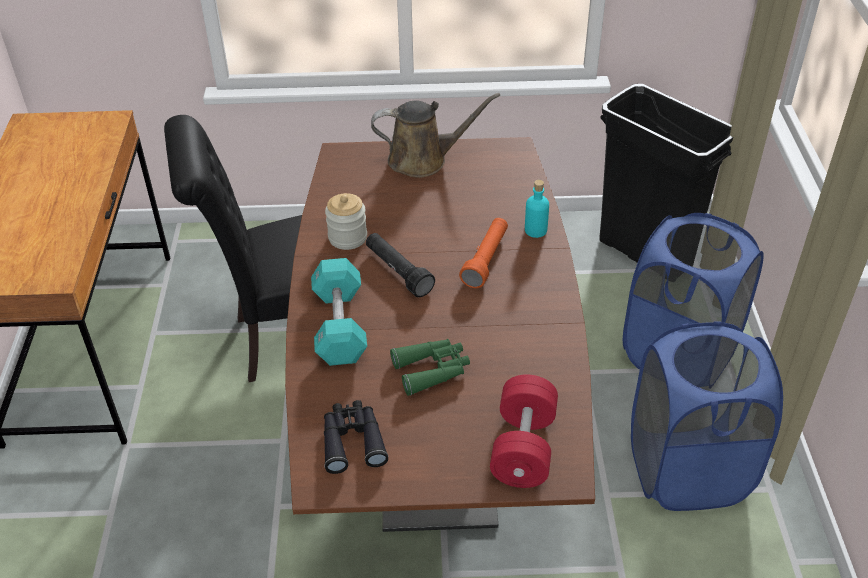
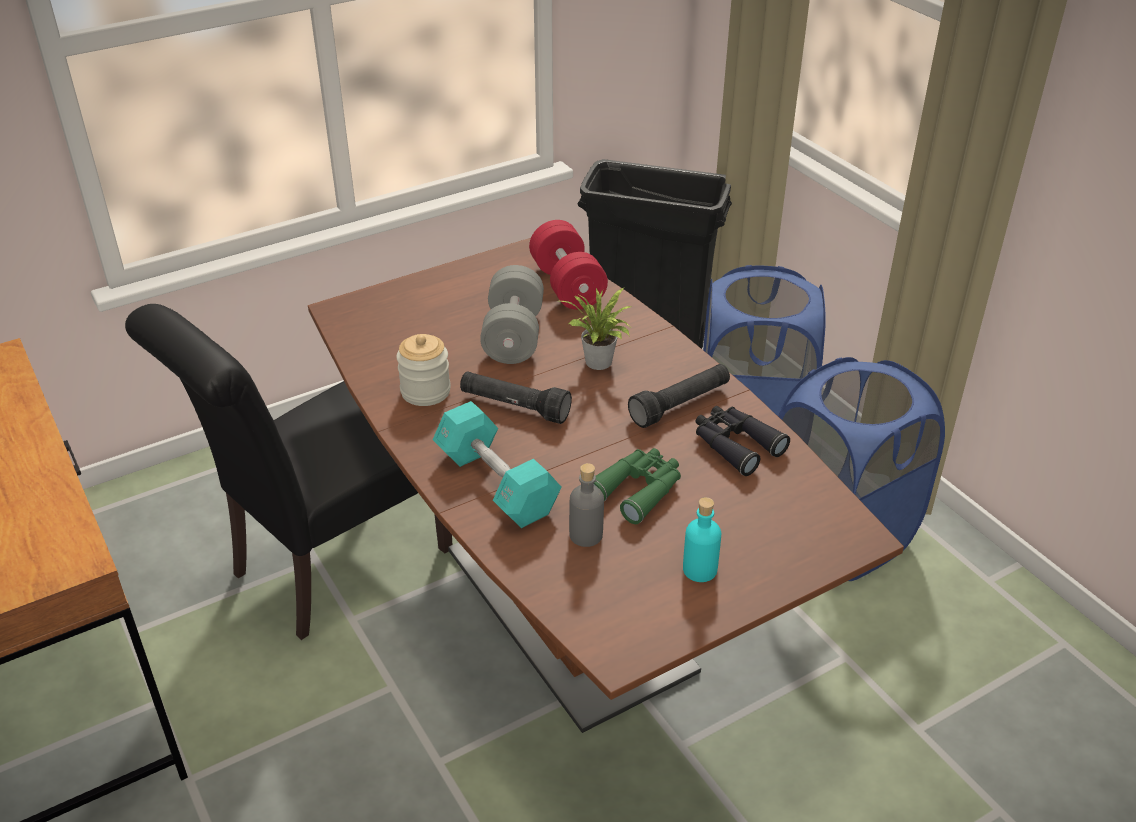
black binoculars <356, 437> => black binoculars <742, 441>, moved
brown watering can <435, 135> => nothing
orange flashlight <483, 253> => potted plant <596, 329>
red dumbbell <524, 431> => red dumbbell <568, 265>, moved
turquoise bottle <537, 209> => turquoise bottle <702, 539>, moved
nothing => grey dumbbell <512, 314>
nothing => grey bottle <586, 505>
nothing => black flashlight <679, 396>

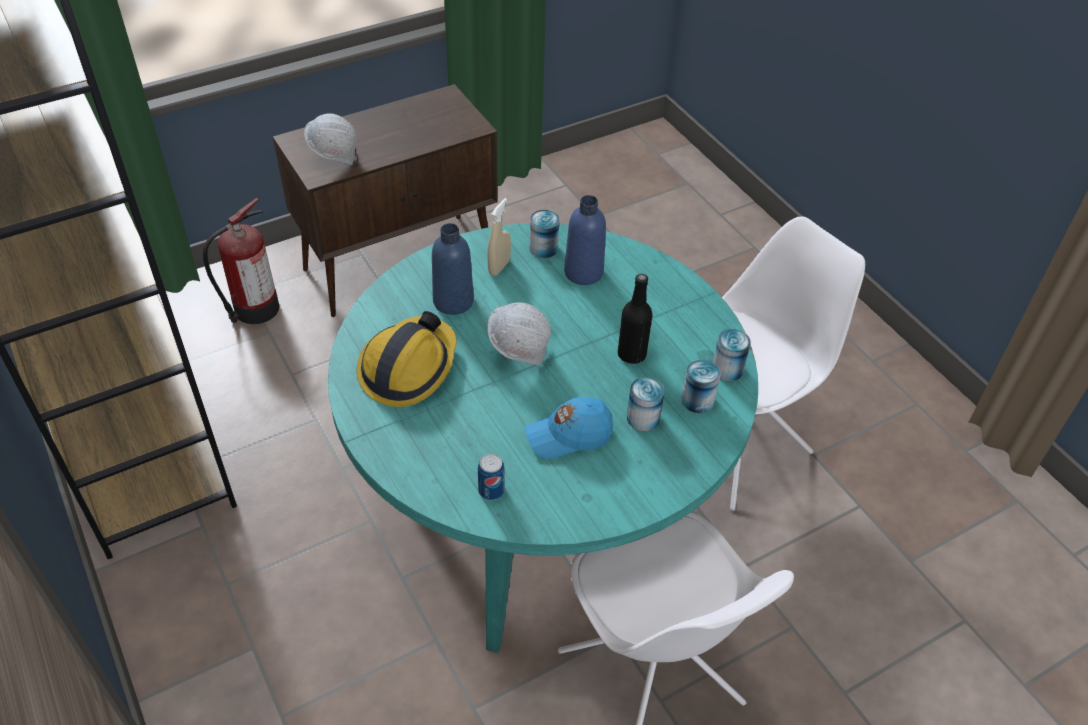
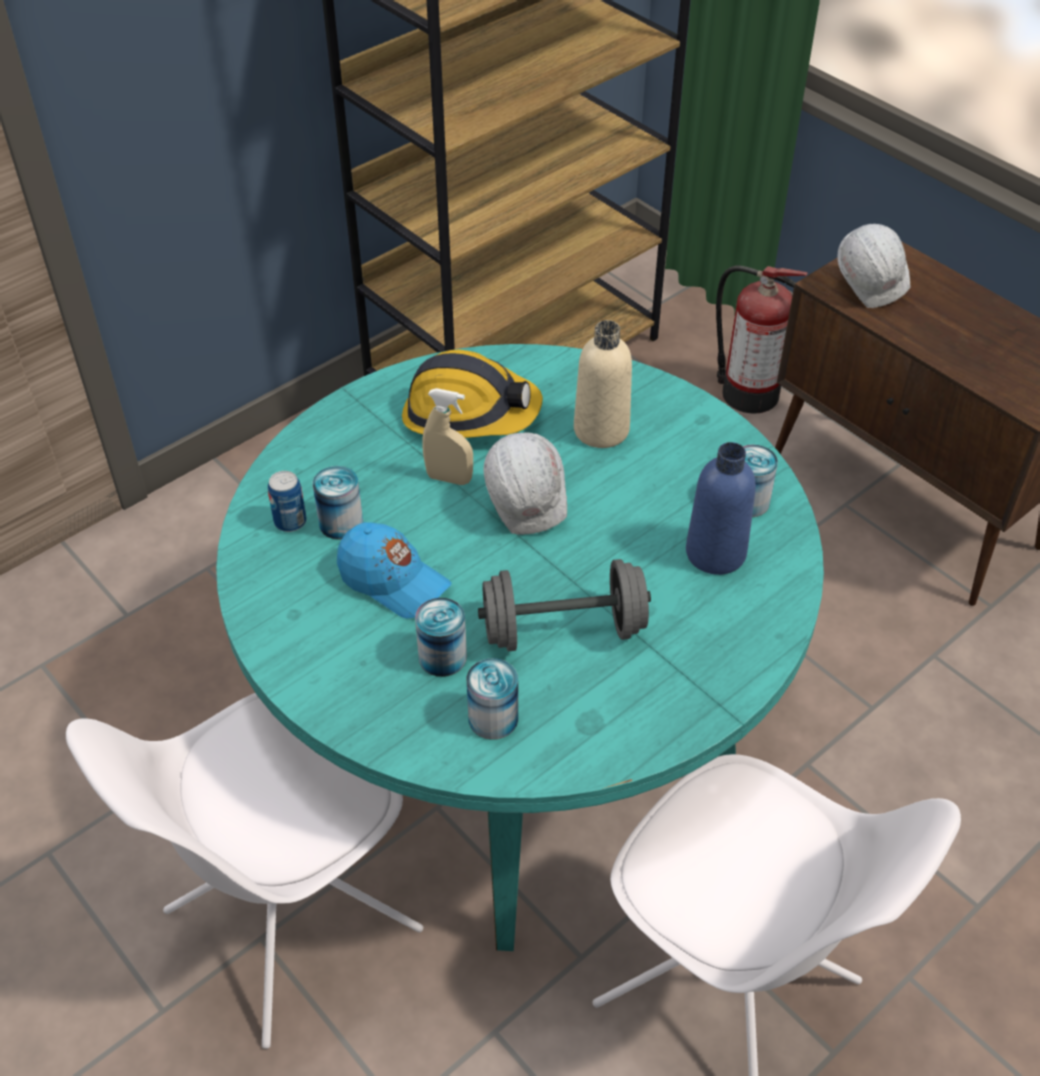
blue bottle <453, 269> => beige bottle <603, 384>
beige spray bottle <499, 237> => beige spray bottle <448, 436>, moved
blue cap <569, 428> => blue cap <394, 570>, 150 degrees clockwise
black bottle <635, 319> => grey dumbbell <564, 605>
can <732, 355> => can <338, 503>, moved

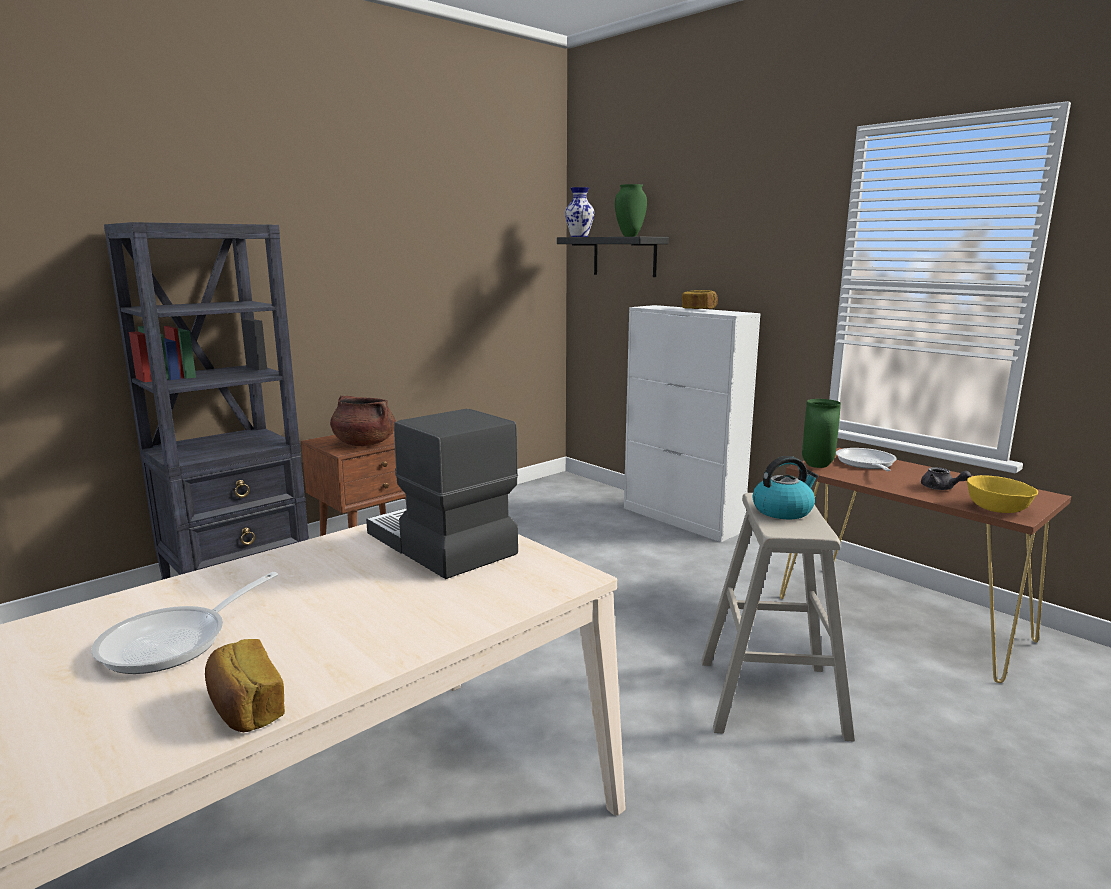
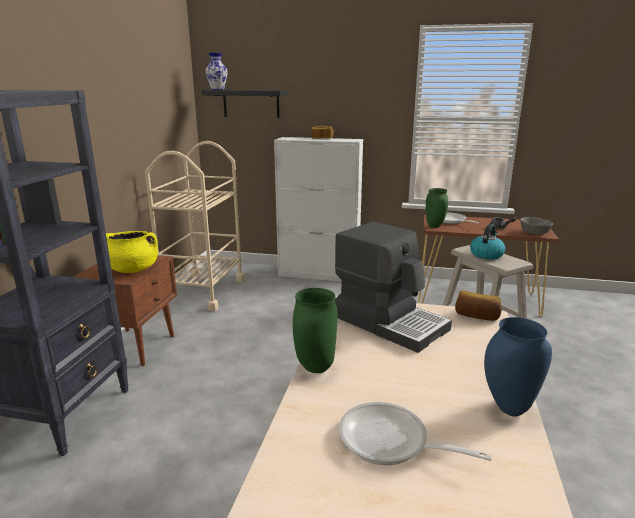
frying pan <184, 623> => frying pan <415, 433>, 120 degrees clockwise
bread <245, 685> => bread <478, 305>, moved
brown cooking pot <363, 421> => yellow cooking pot <132, 252>
coffee machine <442, 494> => coffee machine <393, 287>, 150 degrees counterclockwise
green vase <631, 210> => green vase <315, 330>, moved
yellow bowl <1002, 494> => grey bowl <536, 226>
nothing => beige cart <195, 226>
nothing => blue vase <518, 367>

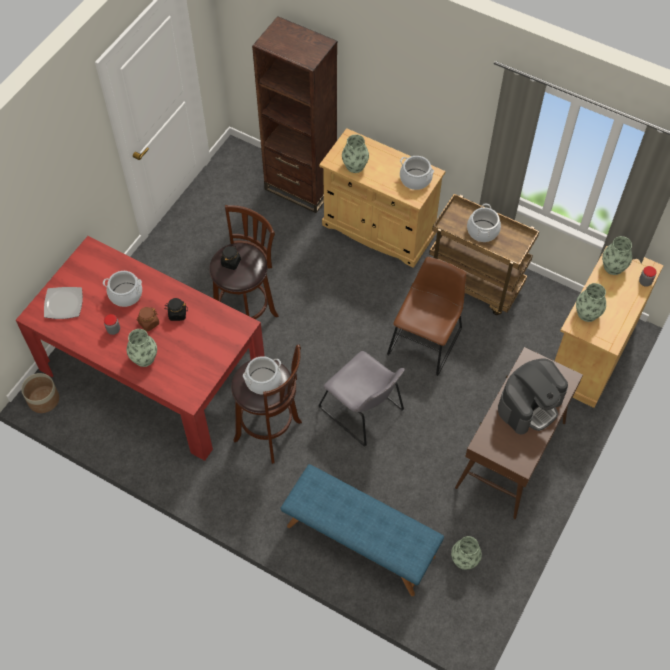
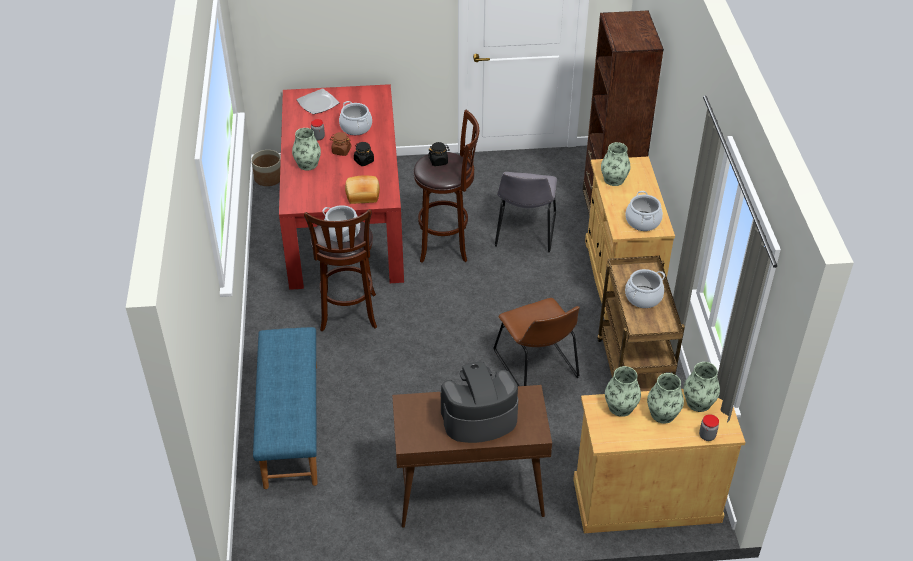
grey chair <361, 399> => grey chair <526, 212>, moved
brown chair <426, 316> => brown chair <536, 342>, 75 degrees clockwise
vase <466, 553> => vase <665, 398>, moved
coffee machine <533, 397> => coffee machine <479, 402>, 150 degrees clockwise
nothing => bread <362, 189>

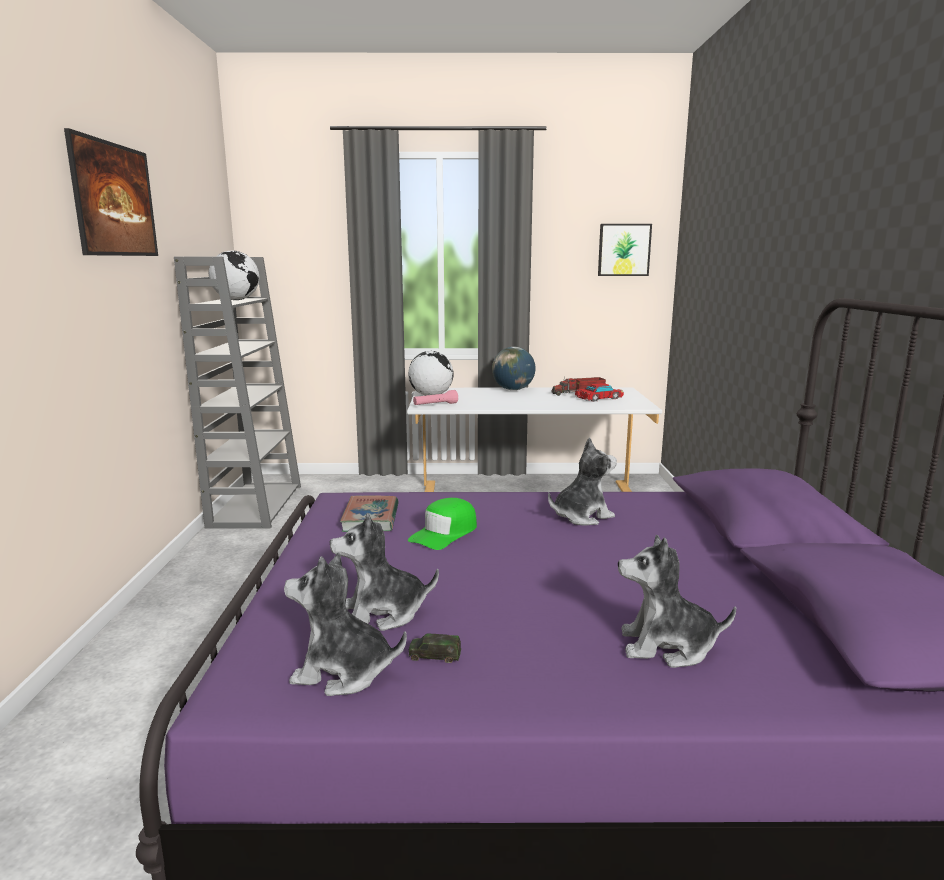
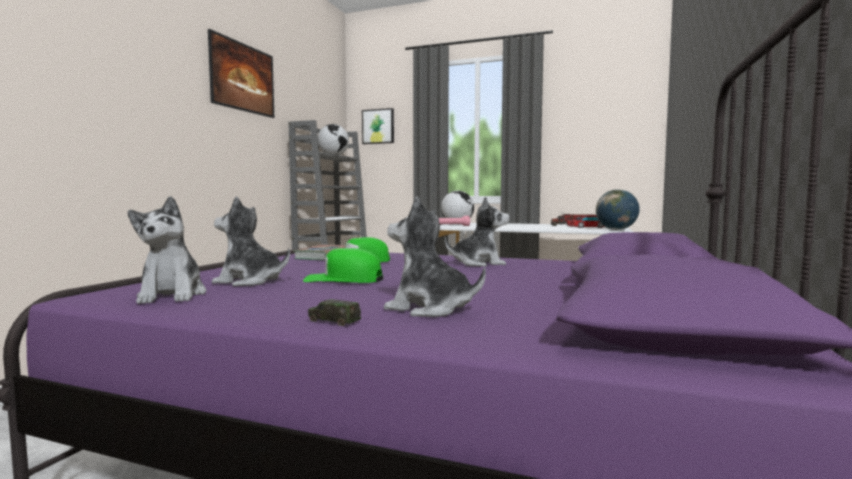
plush toy <345, 624> => plush toy <167, 250>, 135 degrees counterclockwise
toy car <435, 648> => toy car <334, 312>, moved
globe <514, 368> => globe <618, 209>, moved
picture <625, 250> => picture <378, 126>, moved
nothing => green cap <343, 265>

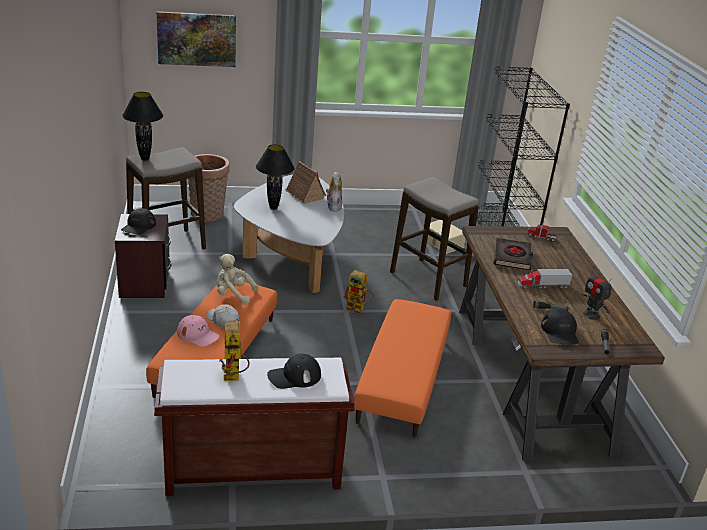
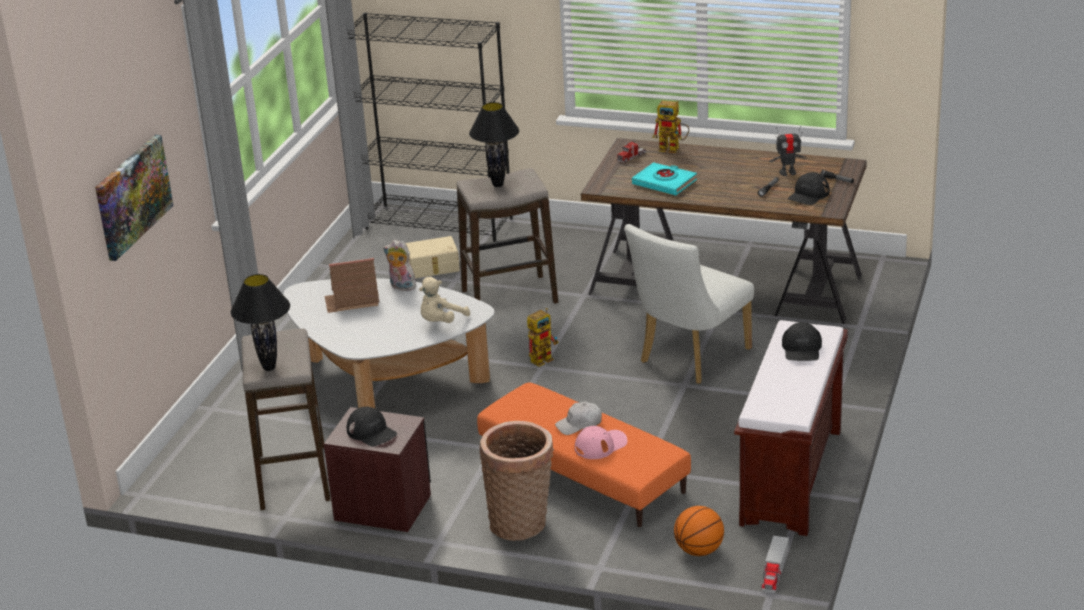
basket <208, 188> => basket <517, 481>, moved
beige plush toy <237, 279> => beige plush toy <444, 300>, moved
toy robot <234, 351> => toy robot <671, 126>, moved
black table lamp <275, 177> => black table lamp <494, 144>, moved
orange ottoman <402, 368> => white chair <689, 304>
black book <513, 254> => turquoise book <664, 178>
toy truck <545, 279> => toy truck <775, 564>, moved
black cap <560, 326> => black cap <809, 188>, 105 degrees clockwise
nothing => basketball <699, 531>

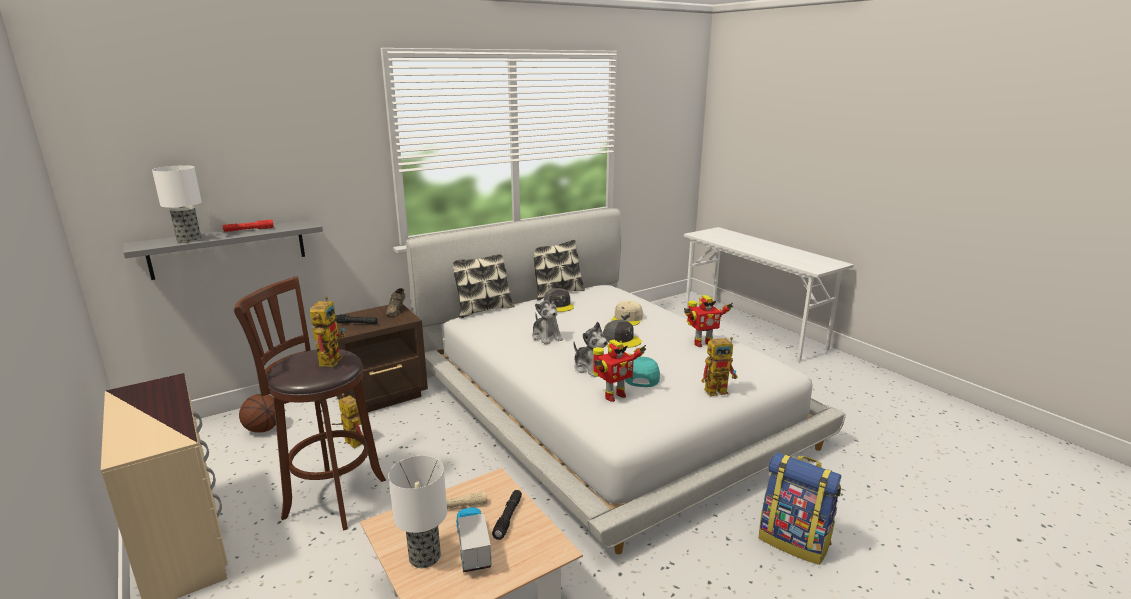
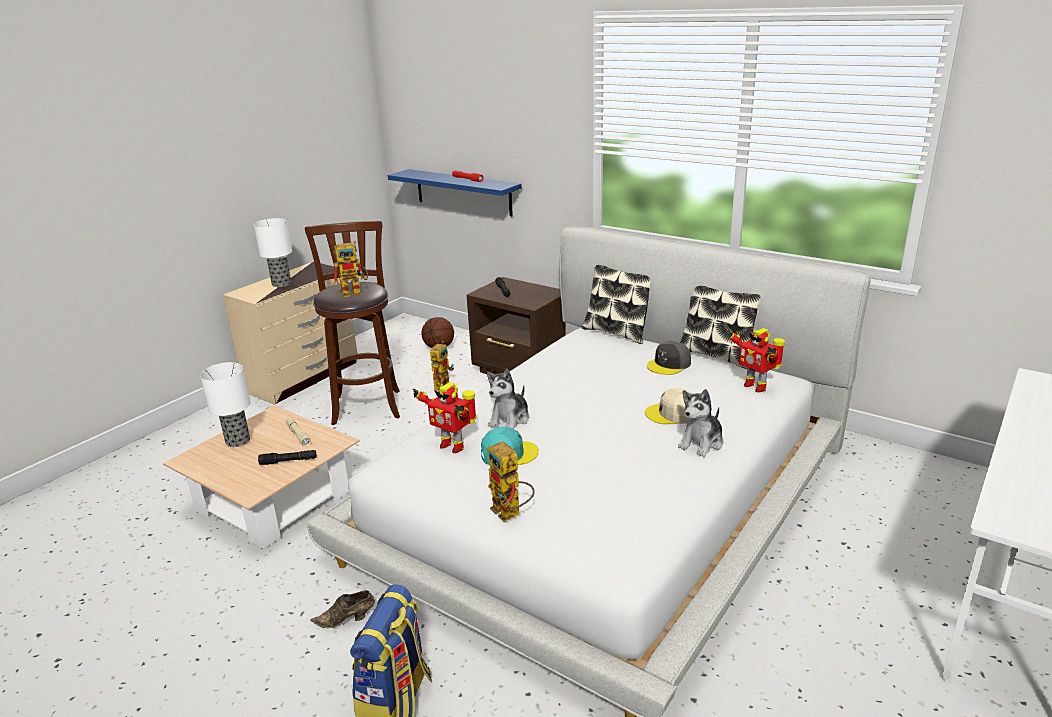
grey shelf <223, 250> => blue shelf <455, 192>
table lamp <177, 204> => table lamp <272, 252>, moved
brown shoe <395, 302> => brown shoe <342, 609>, moved
toy truck <474, 539> => nothing
plush toy <547, 320> => plush toy <700, 423>, moved
grey cap <622, 333> => nothing
toy robot <708, 321> => toy robot <756, 360>, moved

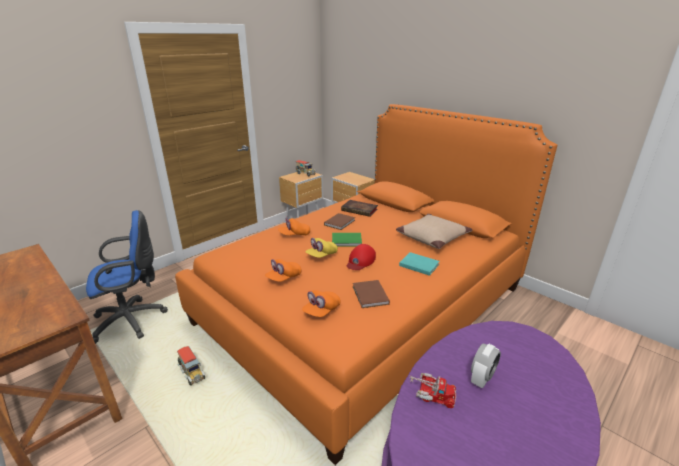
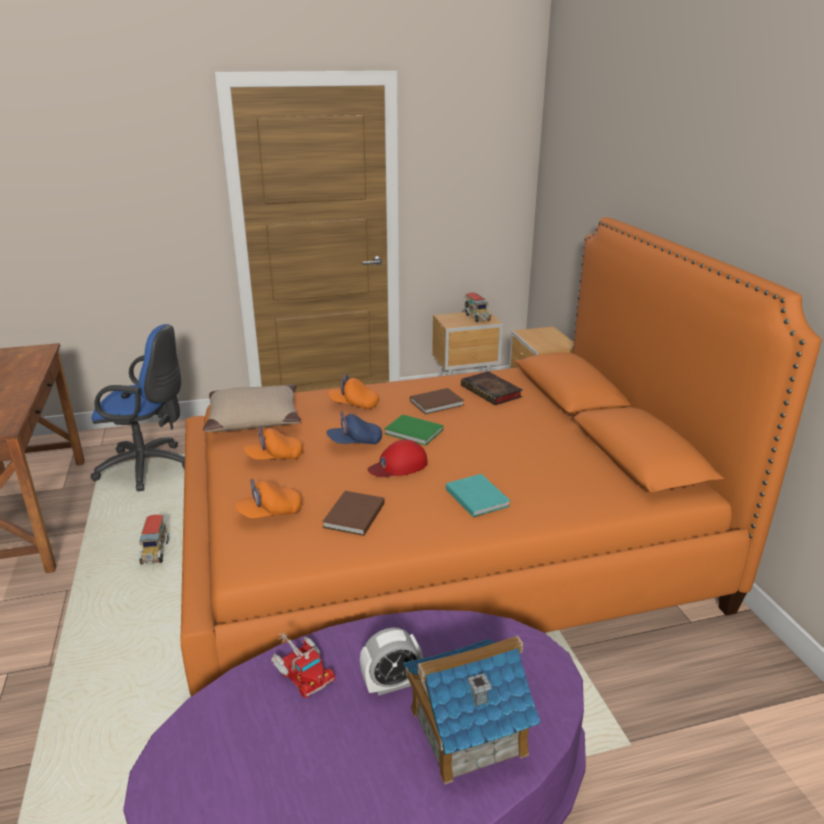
yellow cap <321, 248> => blue cap <354, 427>
beige pillow <434, 231> => beige pillow <252, 408>, moved
nothing => toy house <472, 710>

